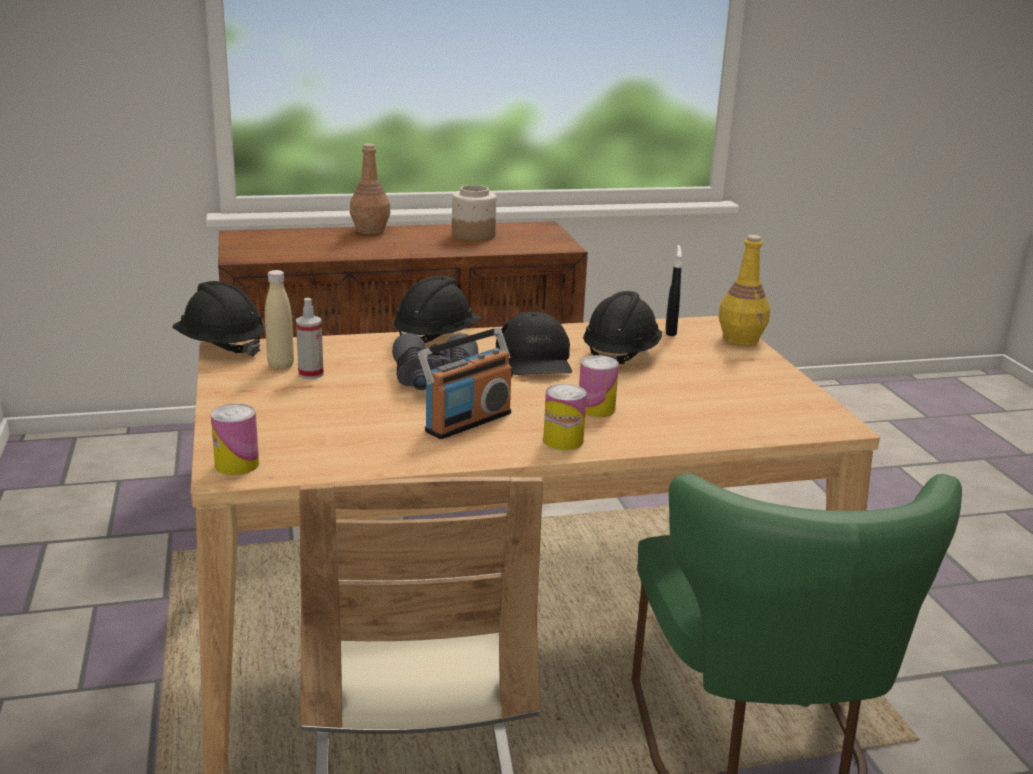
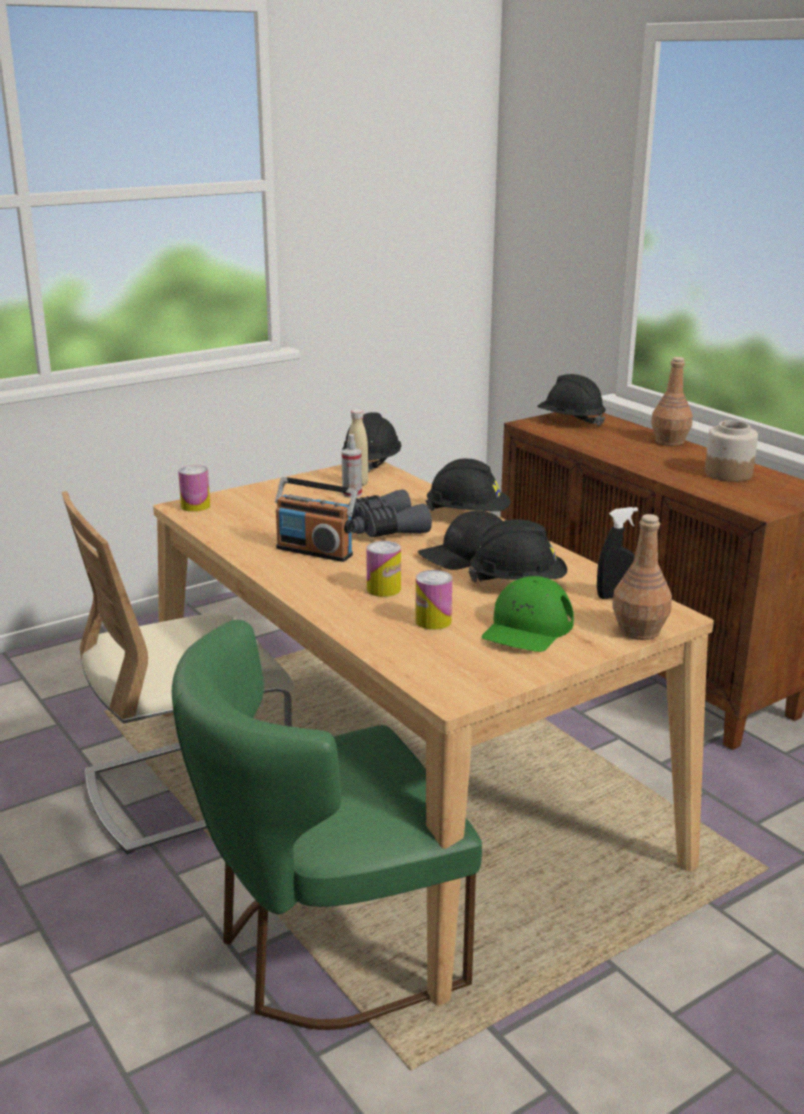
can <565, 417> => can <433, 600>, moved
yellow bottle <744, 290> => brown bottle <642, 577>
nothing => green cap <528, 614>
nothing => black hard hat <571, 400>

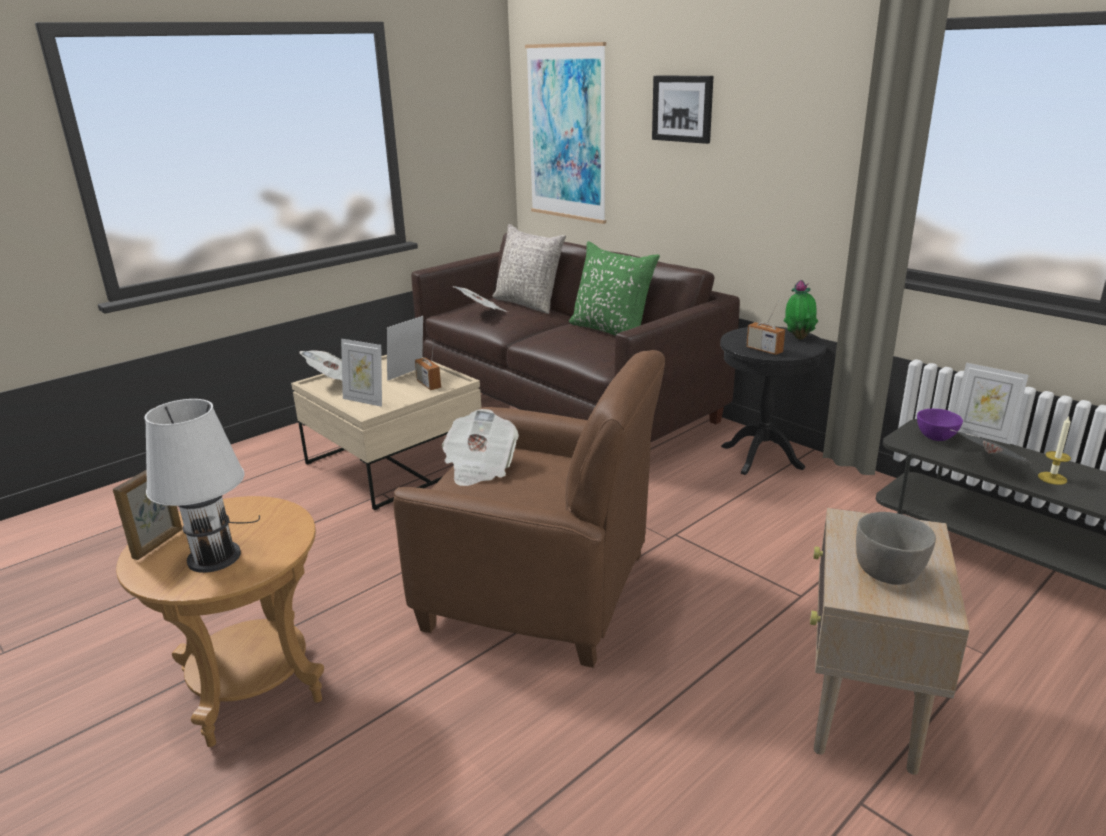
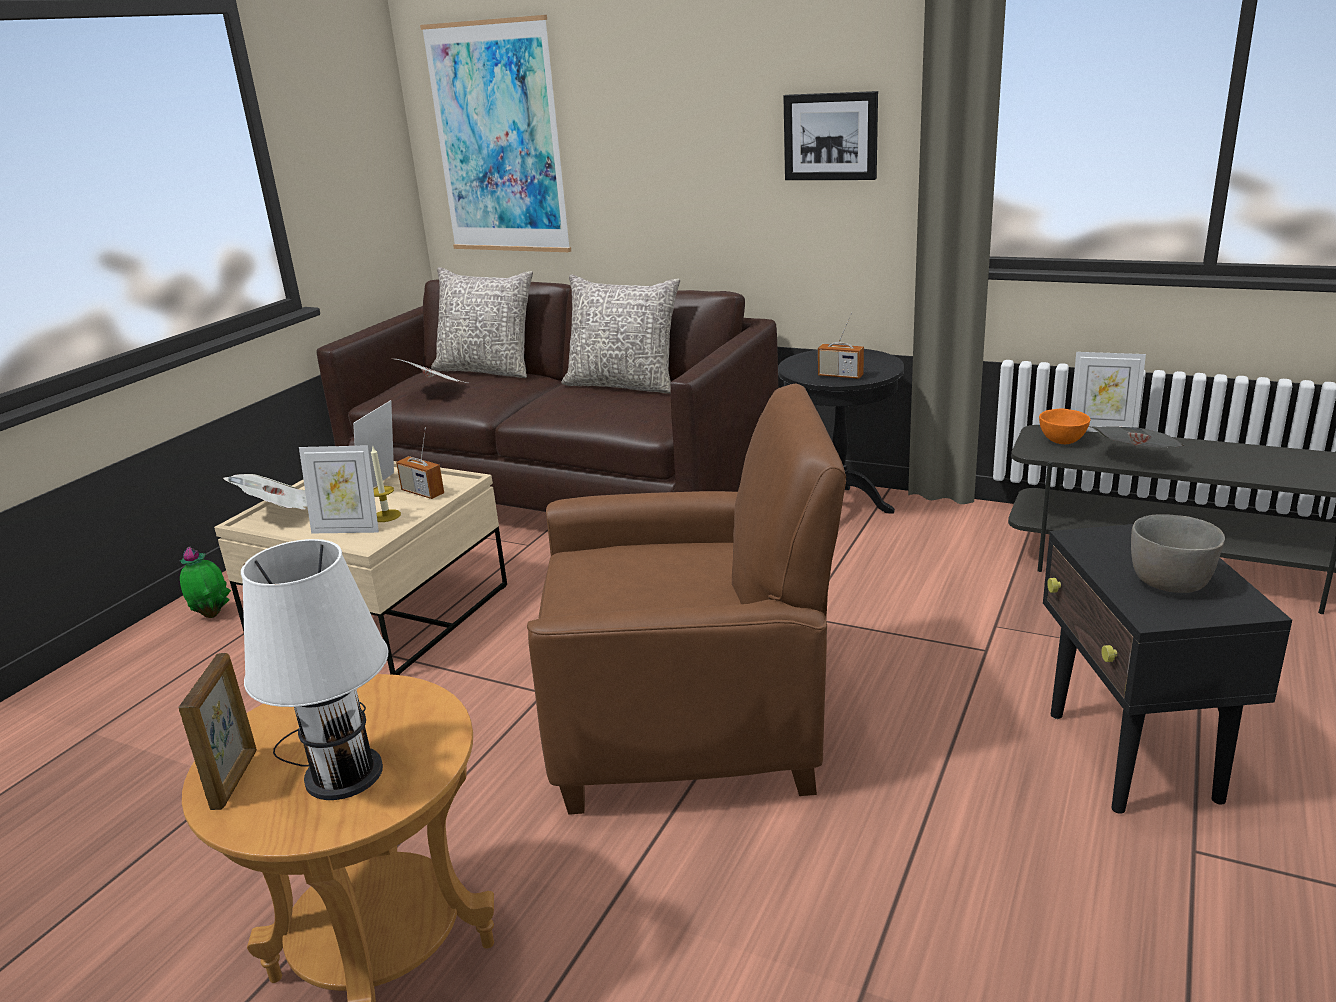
newspaper <480, 447> => nothing
green pillow <614, 288> => grey pillow <620, 334>
picture <682, 110> => picture <830, 135>, moved
potted plant <801, 310> => potted plant <205, 582>, moved
beige side table <890, 641> => black side table <1167, 669>
purple bowl <940, 425> => orange bowl <1064, 426>
candle <1054, 451> => candle <386, 483>, moved

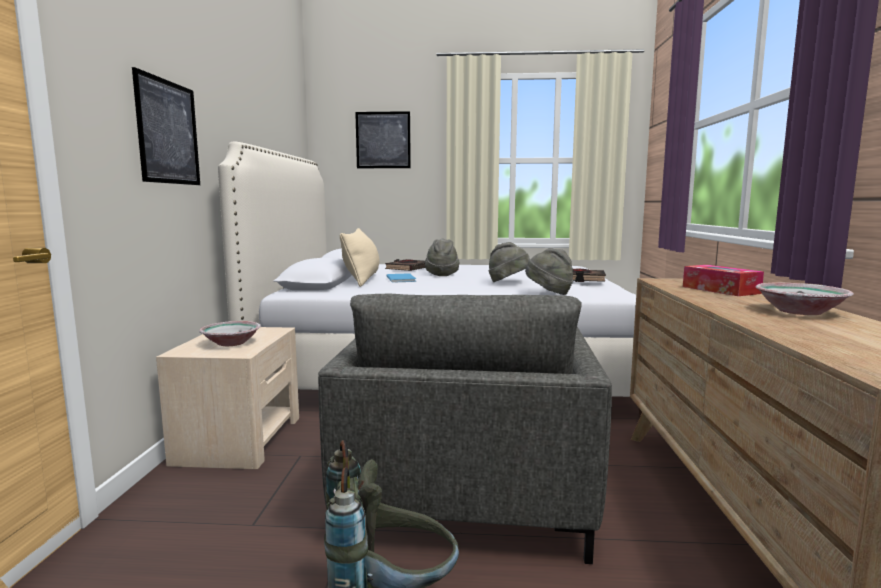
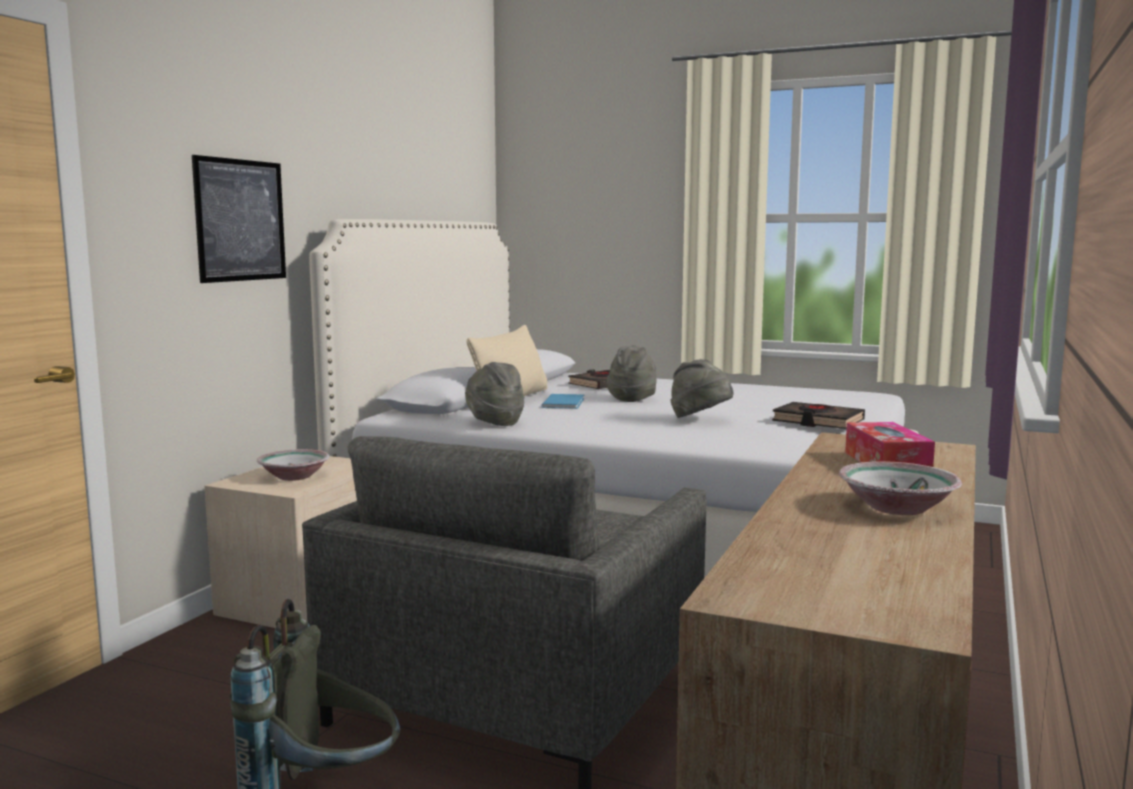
picture <383, 139> => nothing
grey hat <549, 271> => grey hat <494, 394>, moved

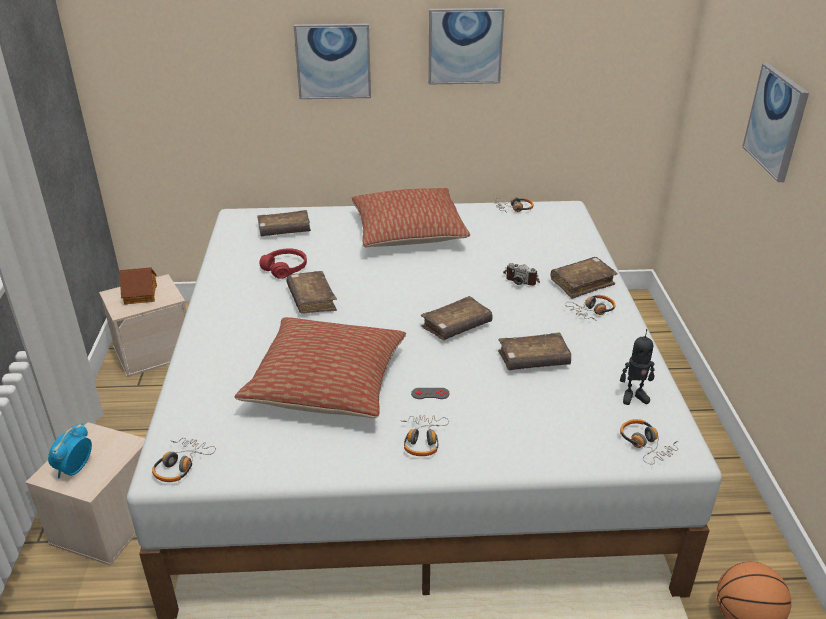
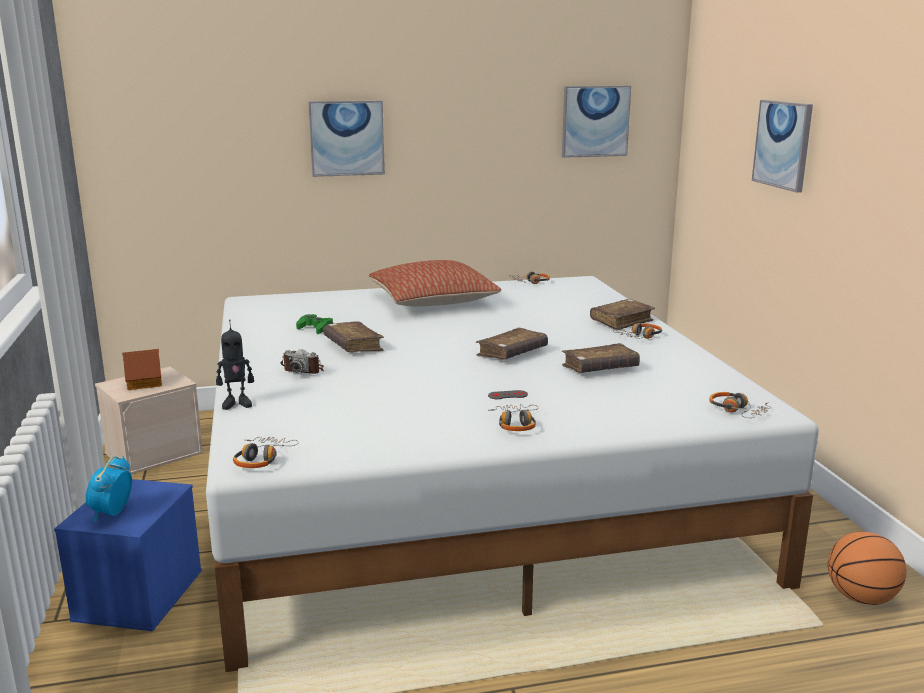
beige storage box <85, 494> => blue storage box <128, 555>
pillow <320, 367> => nothing
brown book <284, 223> => nothing
red headphones <283, 264> => green game controller <314, 324>
picture <466, 46> => picture <596, 122>, moved
photo camera <521, 274> => photo camera <302, 361>, moved
toy robot <637, 367> => toy robot <235, 364>, moved

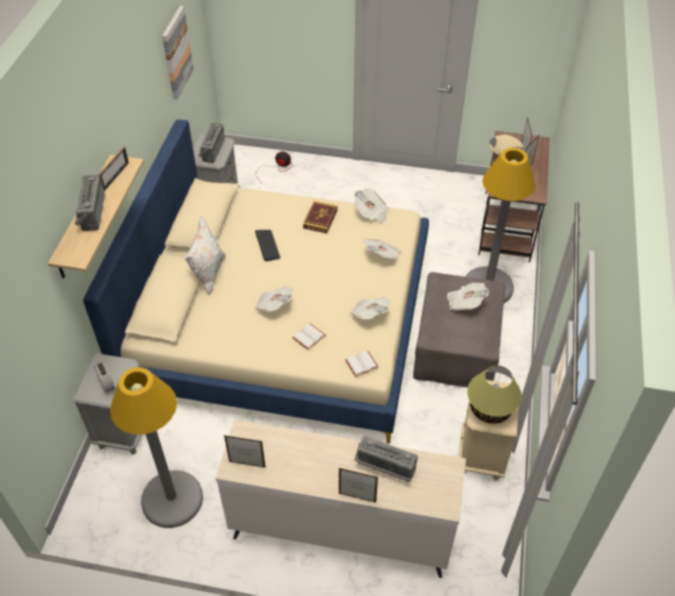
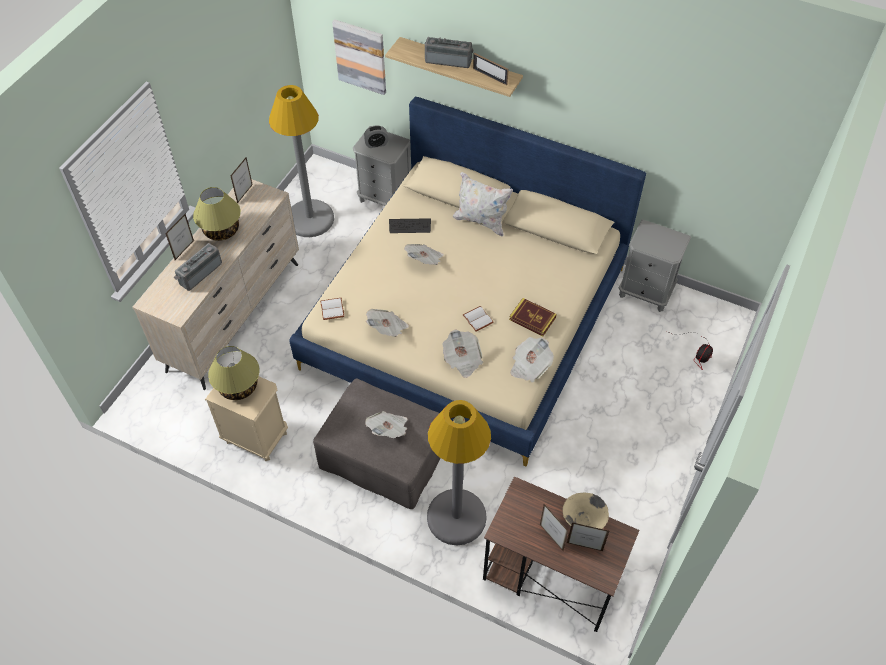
picture <178, 53> => picture <359, 57>, moved
radio <211, 143> => nothing
keyboard <267, 245> => keyboard <410, 225>, moved
white book <308, 336> => white book <478, 319>, moved
nothing => table lamp <217, 214>

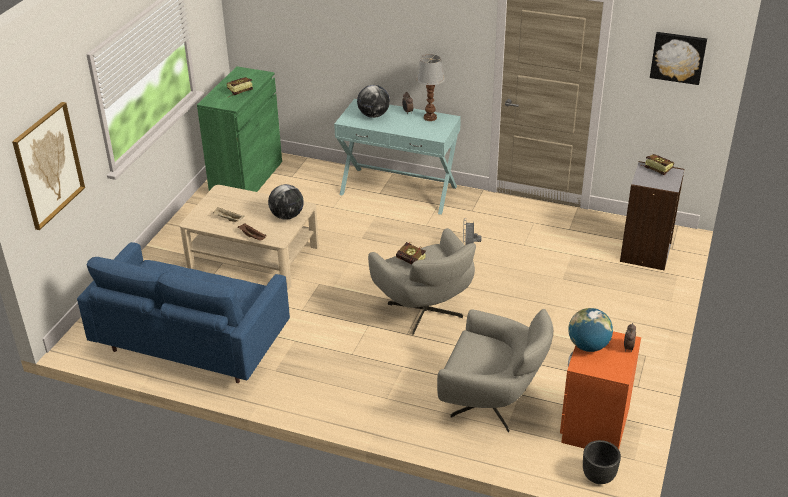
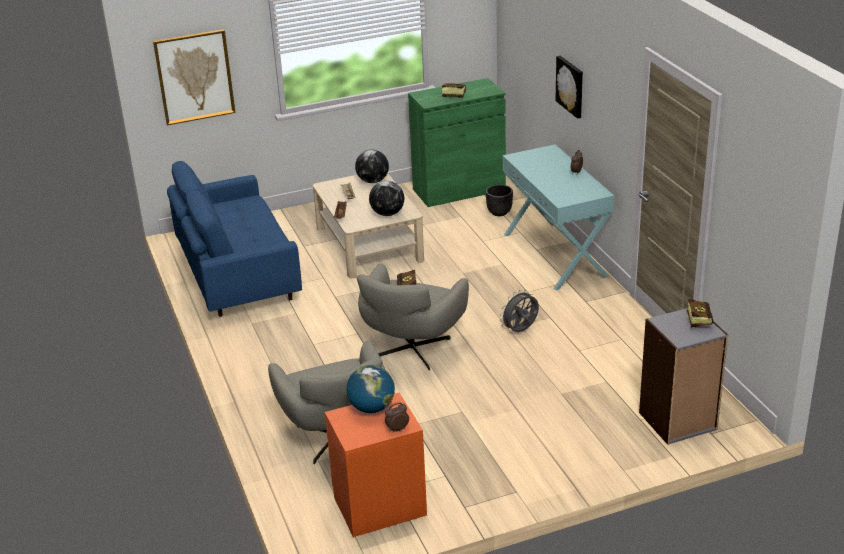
globe <373, 101> => globe <372, 166>, moved
table lamp <430, 87> => nothing
black planter <602, 462> => black planter <499, 200>, moved
picture <678, 58> => picture <569, 87>, moved

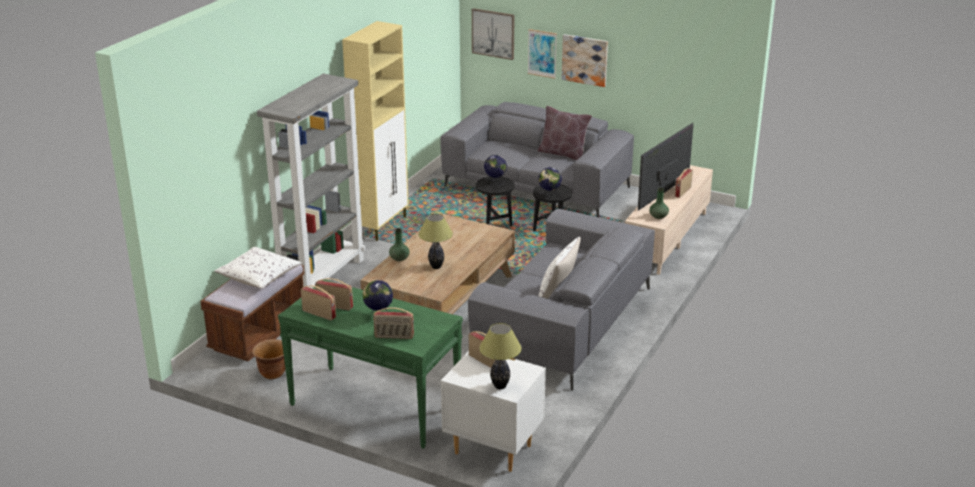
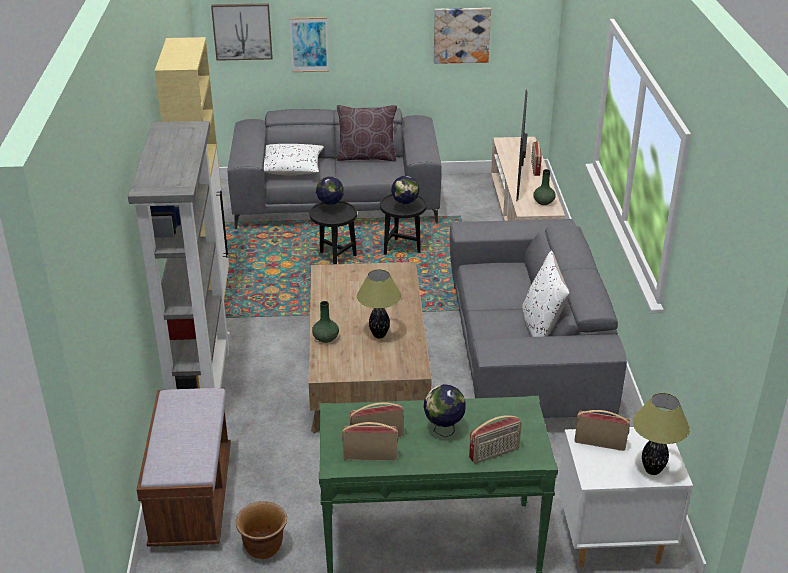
white pillow <258, 268> => white pillow <294, 160>, moved
picture <584, 60> => picture <462, 36>, moved

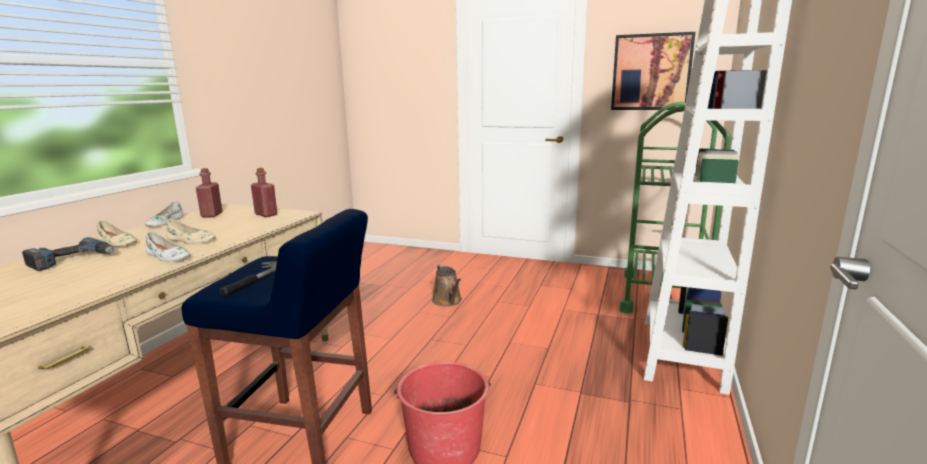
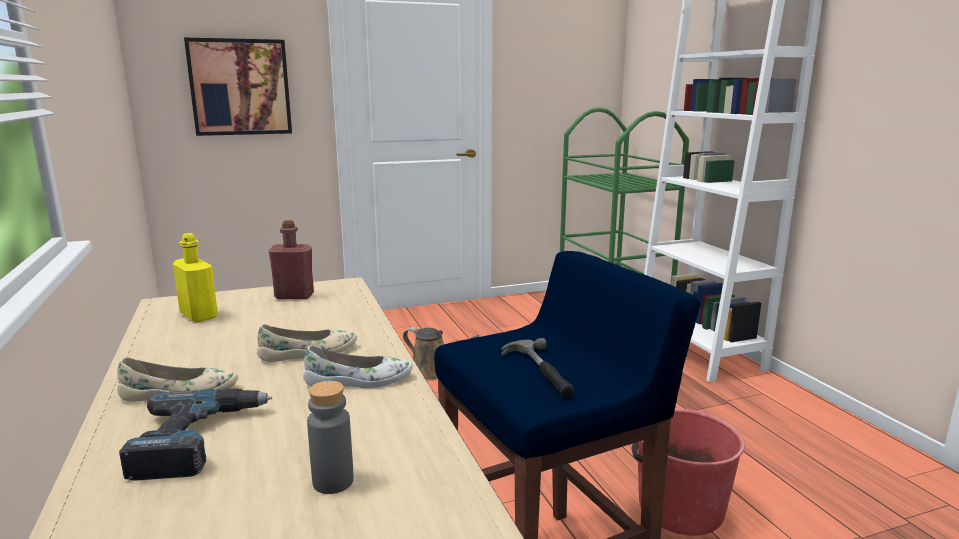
white shoe <164, 213> => nothing
red bottle <209, 193> => yellow bottle <195, 278>
picture <653, 71> => picture <238, 87>, moved
nothing => grey bottle <330, 437>

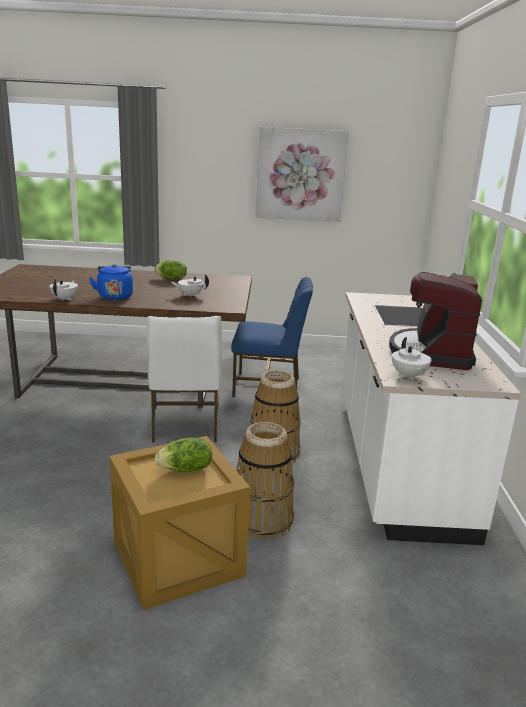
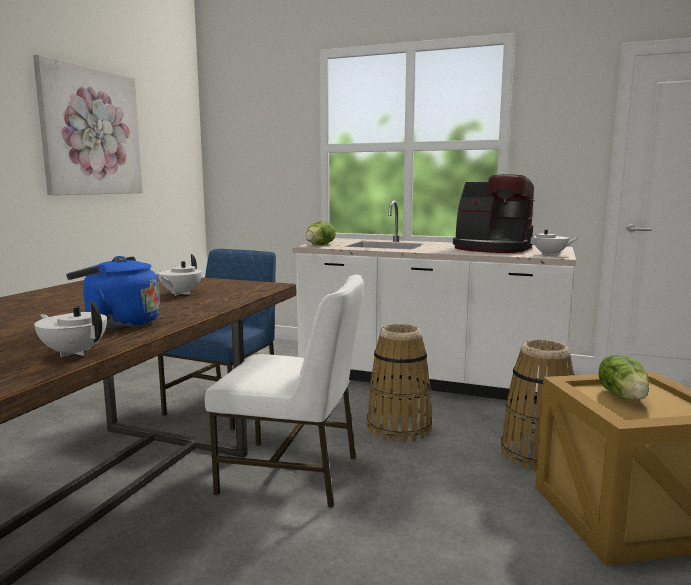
lettuce <171, 270> => lettuce <321, 233>, moved

